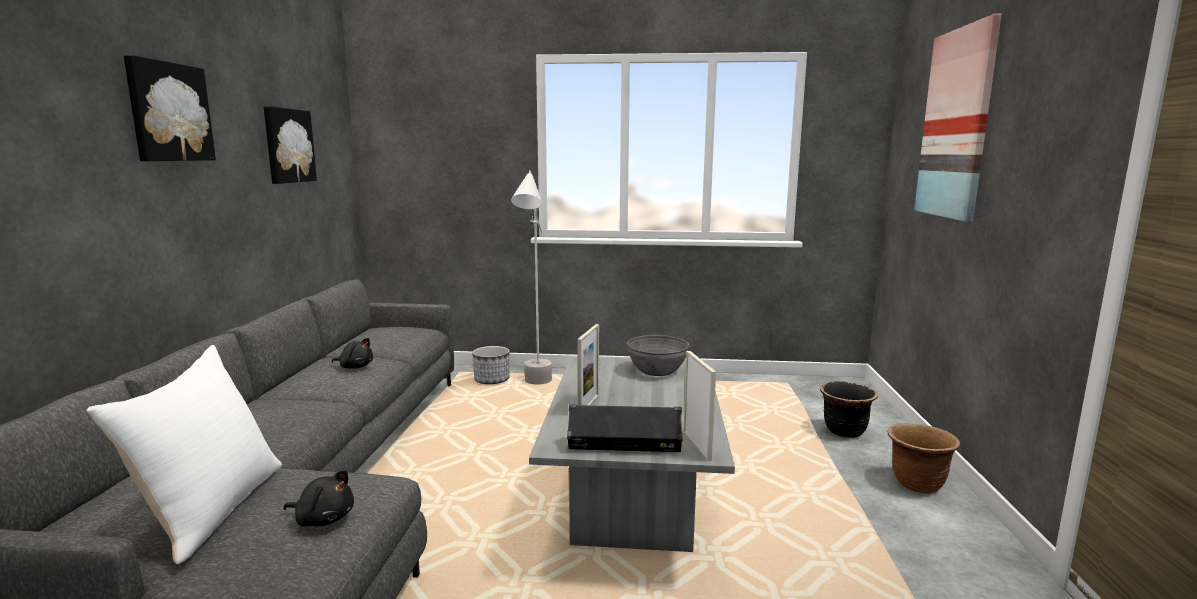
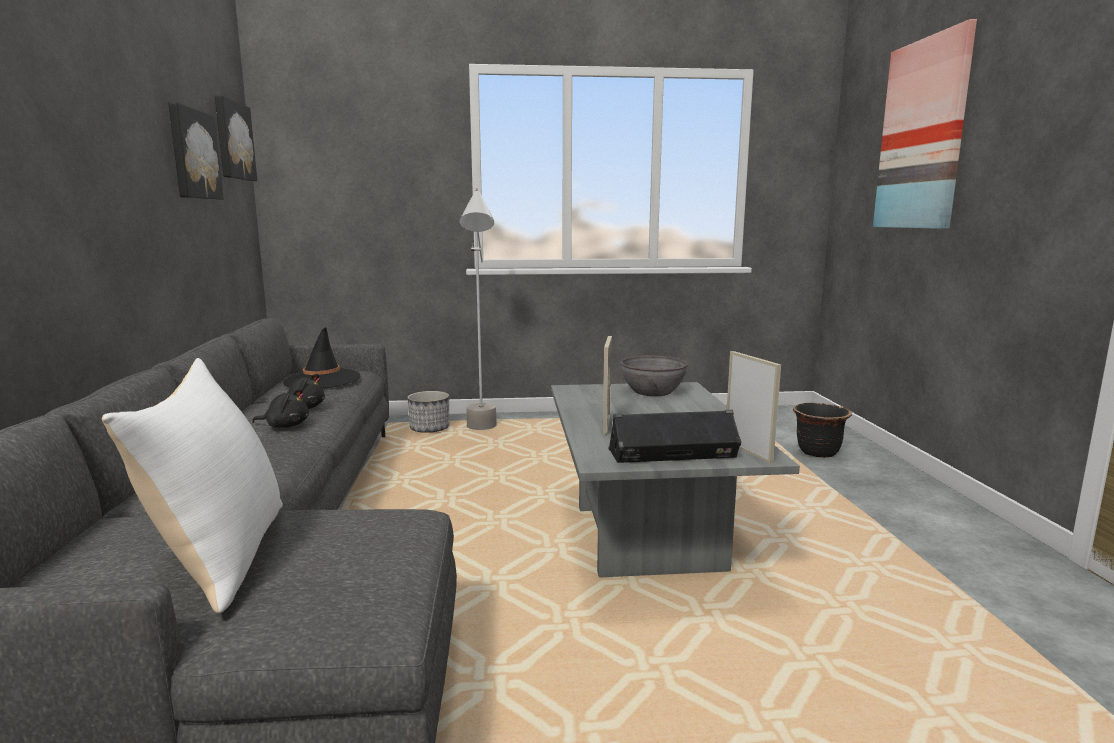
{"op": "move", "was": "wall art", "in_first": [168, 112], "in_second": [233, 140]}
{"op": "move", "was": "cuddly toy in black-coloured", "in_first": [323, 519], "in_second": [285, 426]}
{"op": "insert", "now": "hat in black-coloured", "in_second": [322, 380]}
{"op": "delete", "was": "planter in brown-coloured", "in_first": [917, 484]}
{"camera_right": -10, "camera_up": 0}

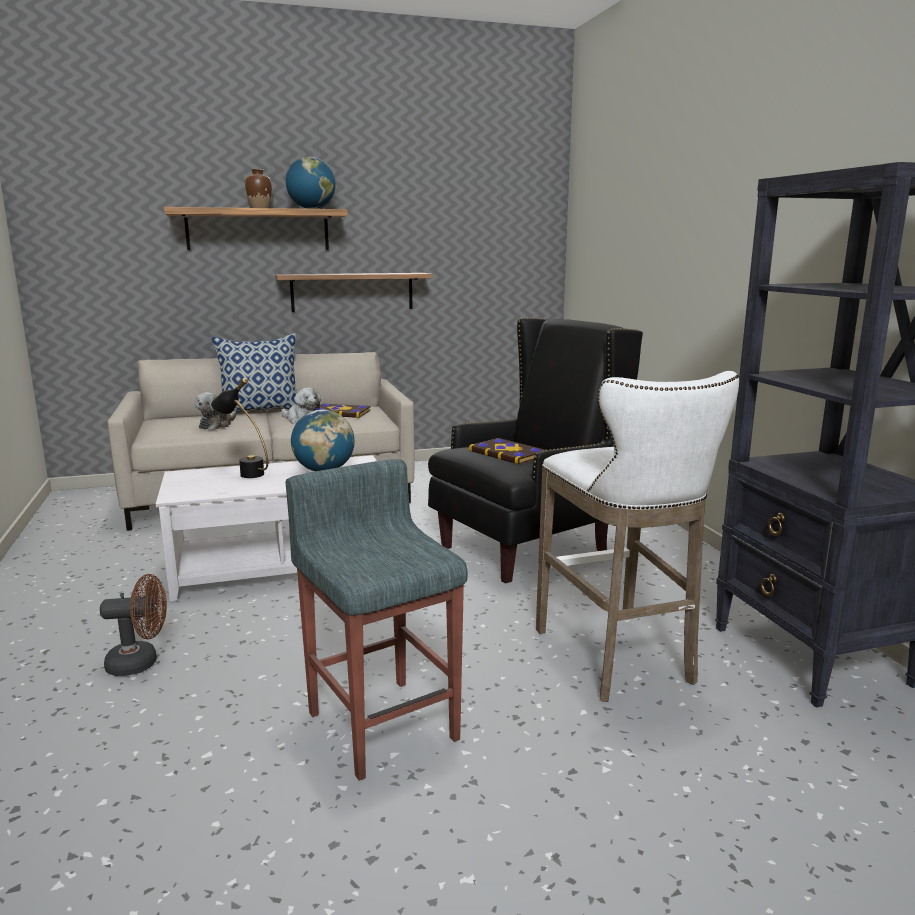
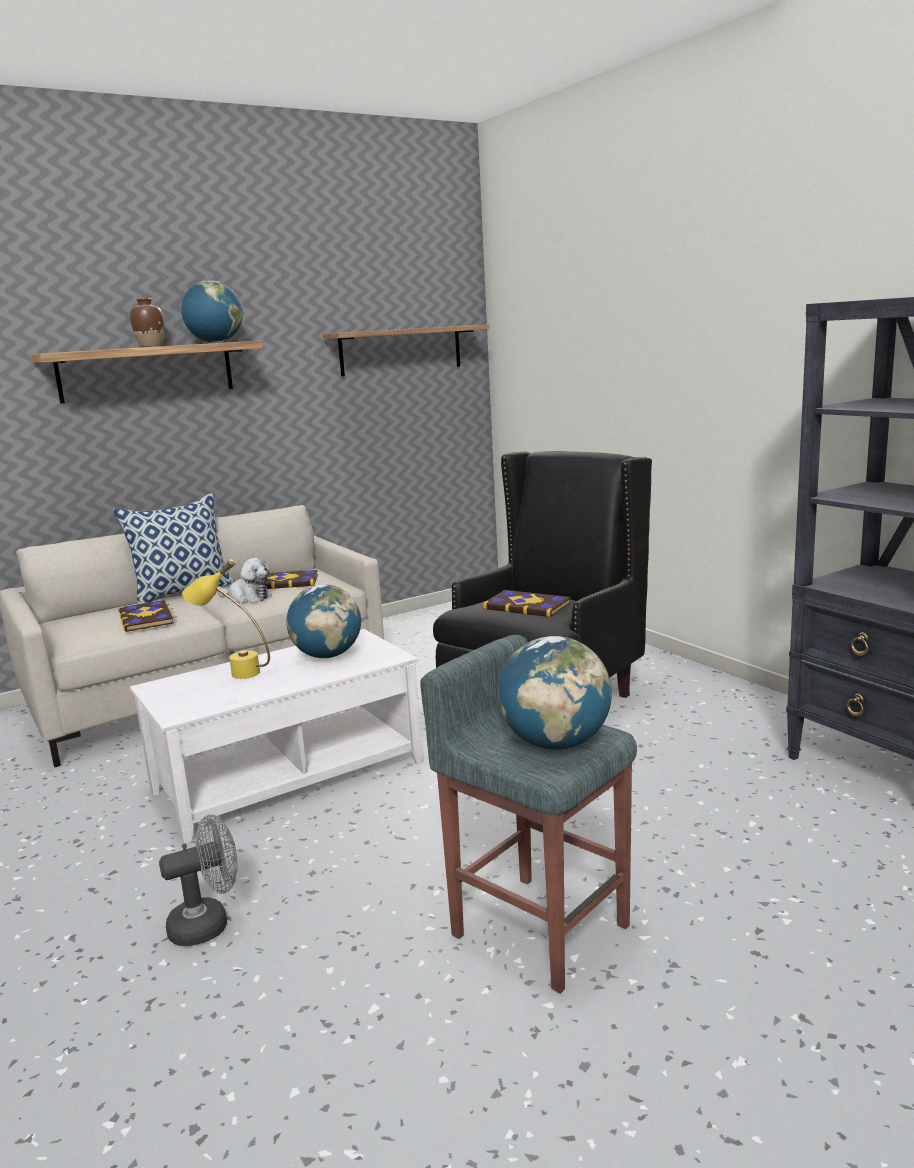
{"op": "replace", "was": "cuddly toy", "now": "book", "in_first": [216, 425], "in_second": [147, 618]}
{"op": "recolor", "was": "cooling fan in brown-coloured", "now": "cooling fan in gray", "in_first": [140, 663], "in_second": [208, 924]}
{"op": "recolor", "was": "lamp for a table in black-coloured", "now": "lamp for a table in yellowish", "in_first": [245, 472], "in_second": [234, 672]}
{"op": "move", "was": "bracket shelf", "in_first": [352, 292], "in_second": [401, 350]}
{"op": "insert", "now": "globe", "in_second": [556, 743]}
{"op": "delete", "was": "stool seat in whitish", "in_first": [618, 659]}
{"camera_right": -15, "camera_up": 0}

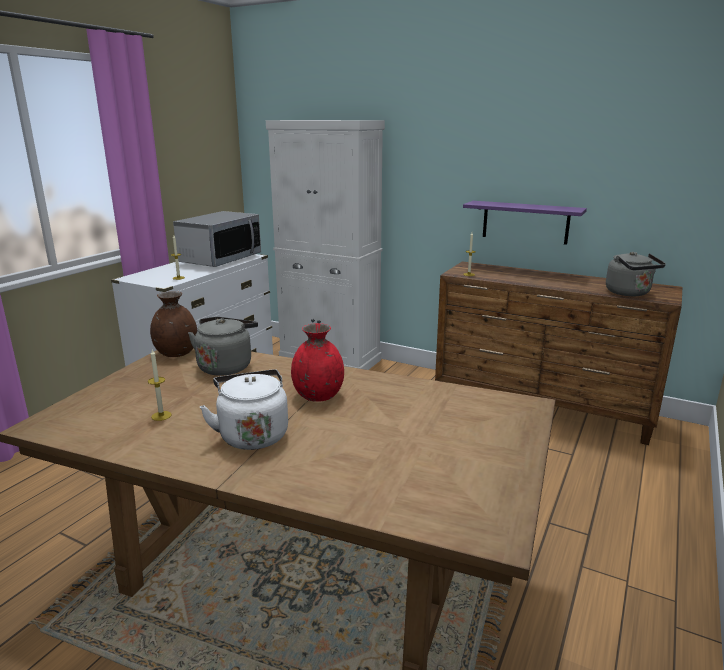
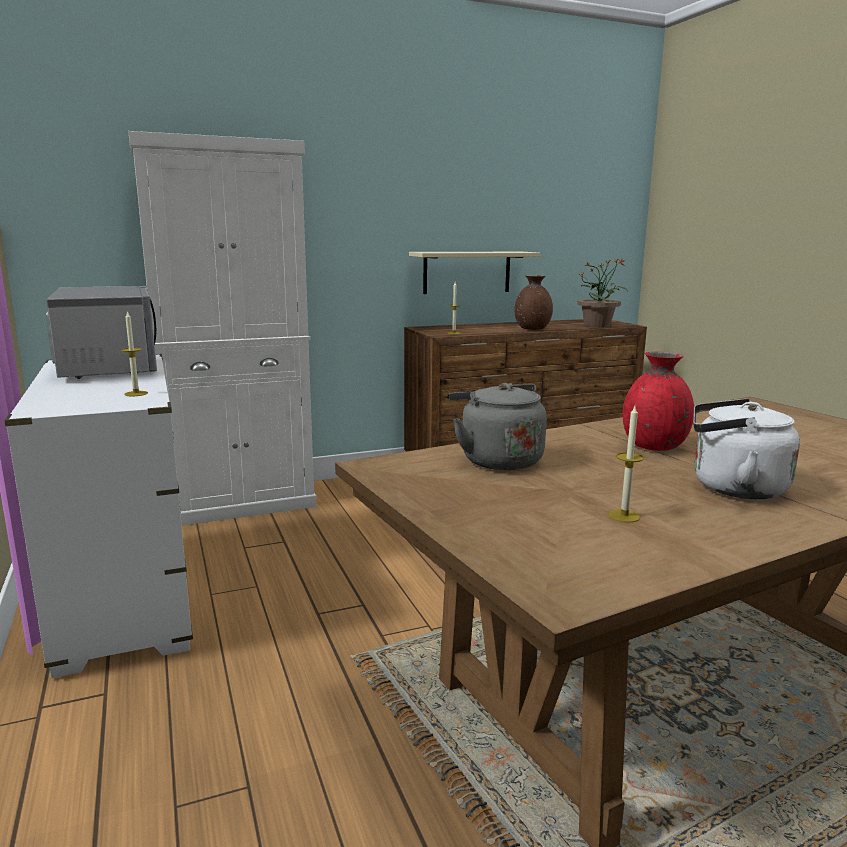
{"op": "recolor", "was": "bracket shelf in purple-coloured", "now": "bracket shelf in beige-coloured", "in_first": [525, 222], "in_second": [467, 272]}
{"op": "move", "was": "vase in brown-coloured", "in_first": [176, 353], "in_second": [532, 329]}
{"op": "replace", "was": "water kettle in gray", "now": "houseplant", "in_first": [629, 293], "in_second": [597, 325]}
{"camera_right": -50, "camera_up": -5}

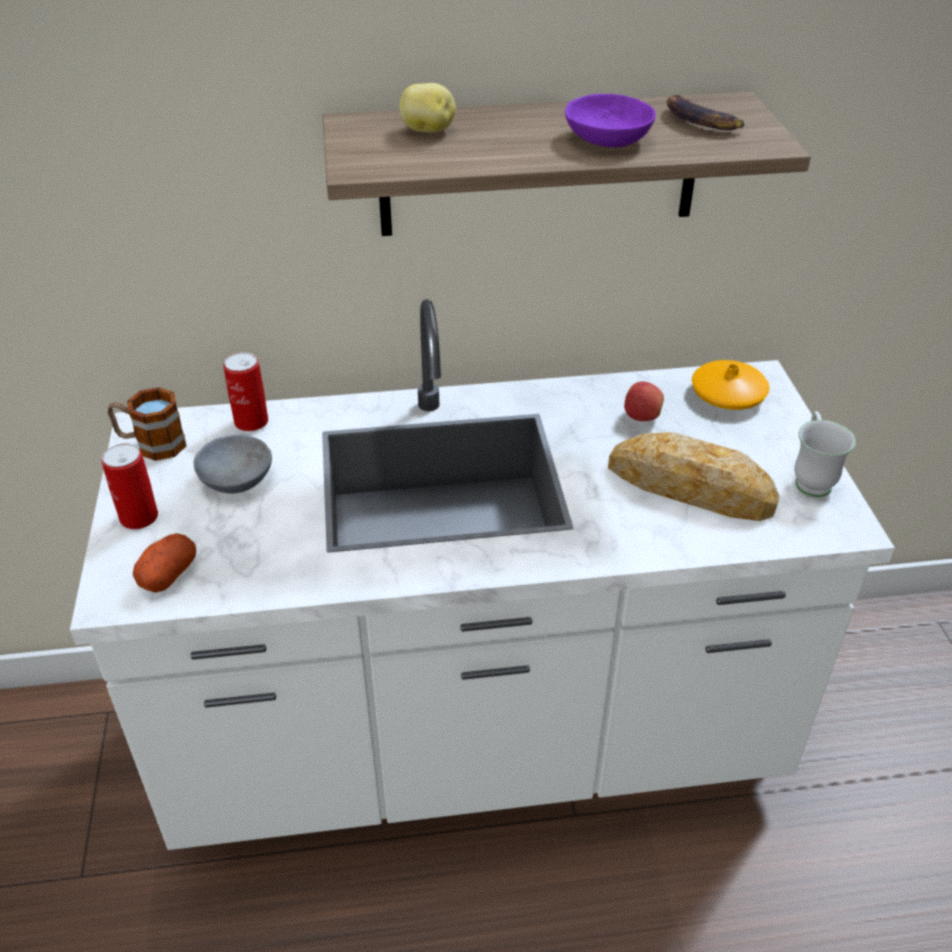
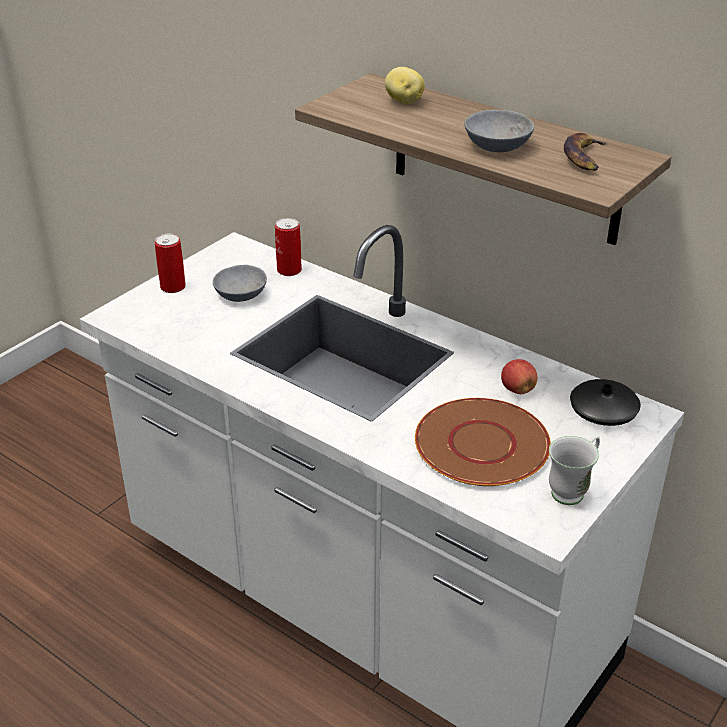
{"op": "replace", "was": "baked bread", "now": "flat dish in brown-coloured", "in_first": [690, 486], "in_second": [481, 444]}
{"op": "recolor", "was": "bowl in purple-coloured", "now": "bowl in gray", "in_first": [605, 139], "in_second": [494, 144]}
{"op": "recolor", "was": "vase in orange-coloured", "now": "vase in black-coloured", "in_first": [728, 394], "in_second": [603, 411]}
{"op": "delete", "was": "tea mug", "in_first": [151, 444]}
{"op": "delete", "was": "potato", "in_first": [168, 574]}
{"camera_right": 45, "camera_up": -5}

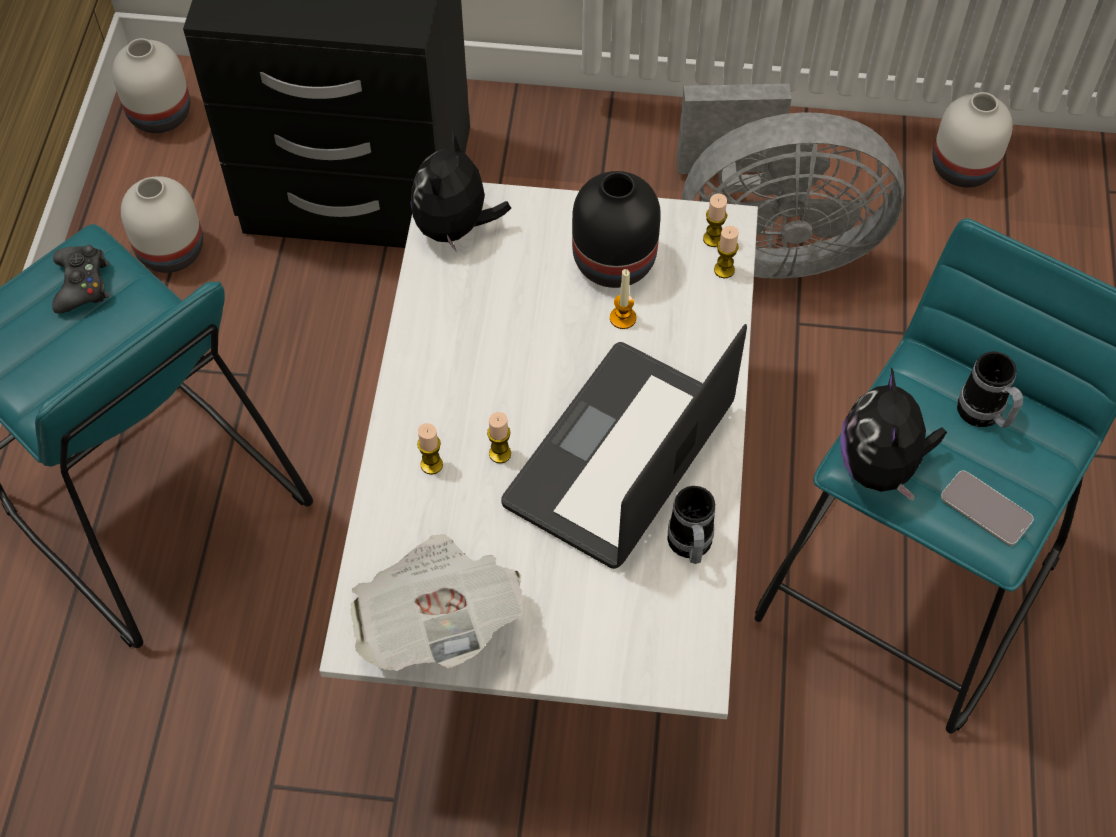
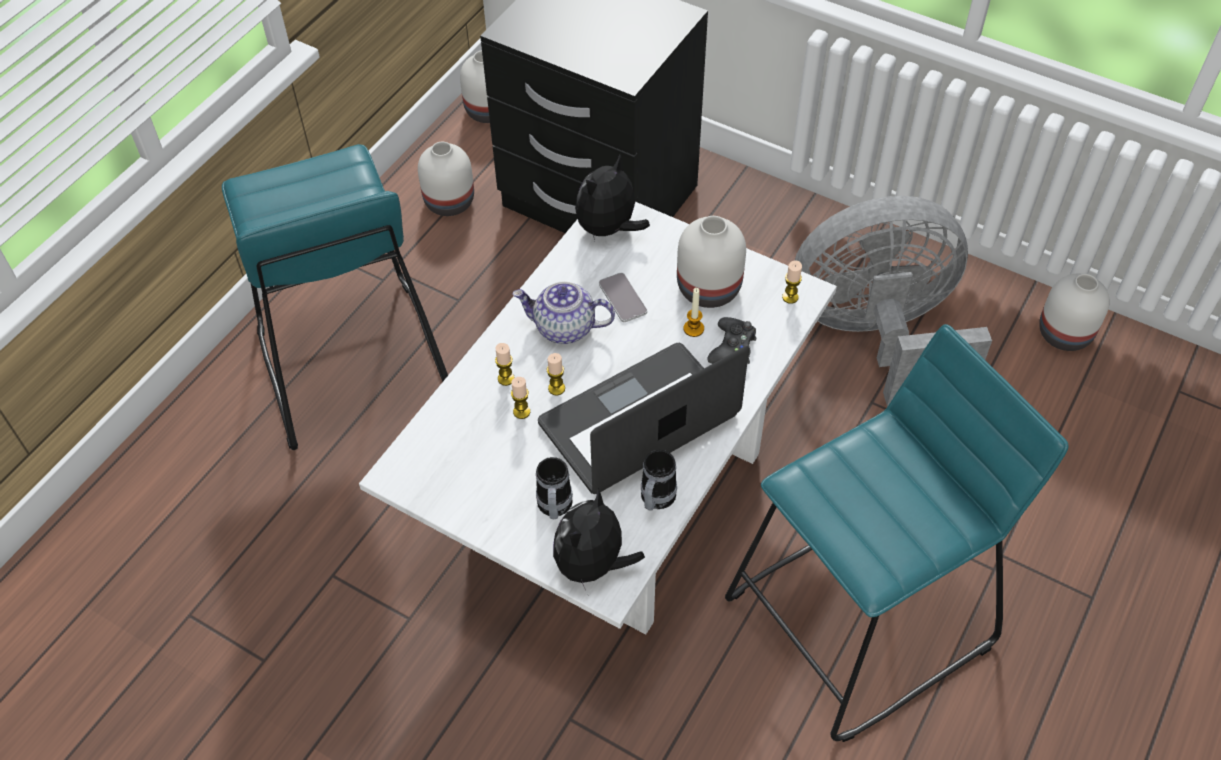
{"op": "move", "was": "wax light", "in_first": [724, 270], "in_second": [521, 412]}
{"op": "insert", "now": "teapot", "in_second": [564, 328]}
{"op": "move", "was": "tea mug", "in_first": [983, 416], "in_second": [554, 508]}
{"op": "move", "was": "cuddly toy", "in_first": [880, 467], "in_second": [593, 565]}
{"op": "move", "was": "telephone", "in_first": [986, 509], "in_second": [622, 298]}
{"op": "recolor", "was": "vase in black-coloured", "now": "vase in whitish", "in_first": [616, 261], "in_second": [710, 289]}
{"op": "move", "was": "gamepad in black-coloured", "in_first": [82, 284], "in_second": [732, 348]}
{"op": "rotate", "was": "cooling fan in gray", "in_first": [768, 244], "in_second": [878, 338], "clockwise": 150}
{"op": "delete", "was": "newspaper", "in_first": [437, 620]}
{"camera_right": 25, "camera_up": -5}

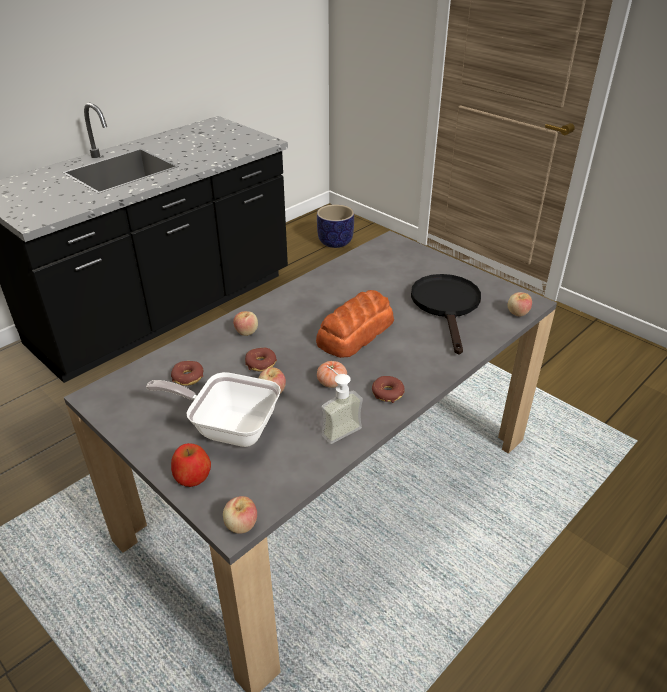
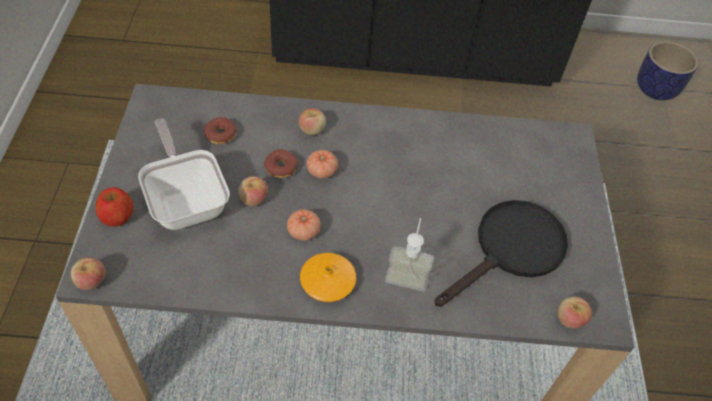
{"op": "replace", "was": "donut", "now": "vase in orange-coloured", "in_first": [387, 393], "in_second": [327, 281]}
{"op": "insert", "now": "fresh tomato", "in_second": [322, 171]}
{"op": "move", "was": "liquid soap bottle", "in_first": [336, 427], "in_second": [408, 273]}
{"op": "delete", "was": "baked bread", "in_first": [354, 333]}
{"camera_right": 45, "camera_up": 15}

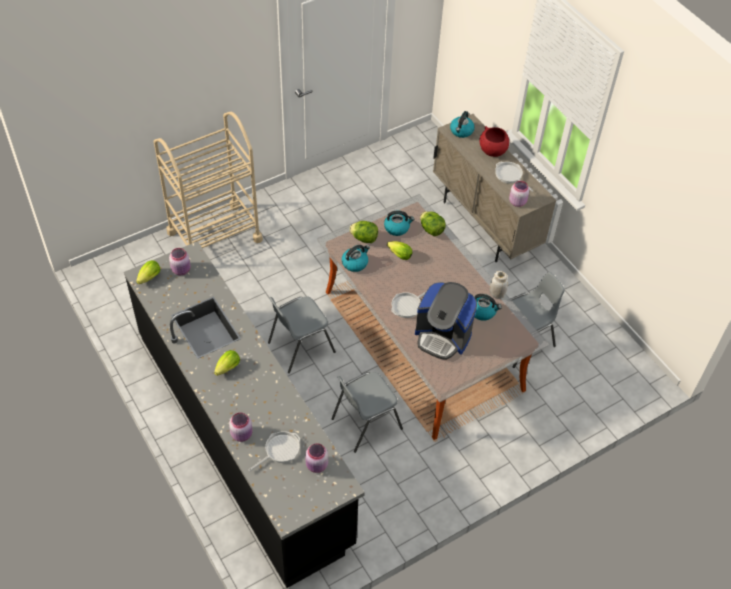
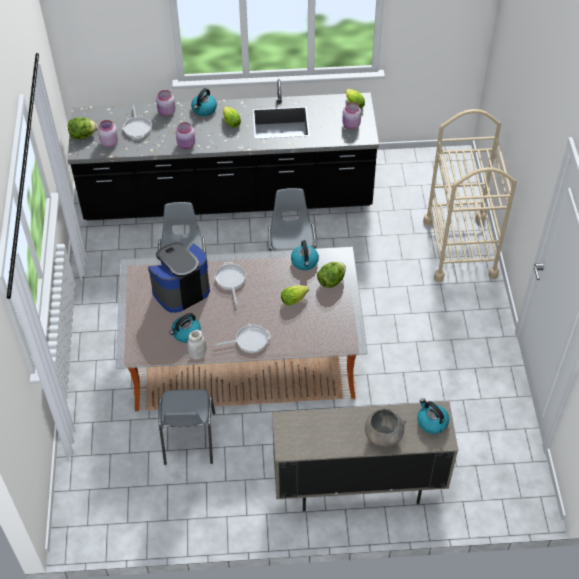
{"op": "move", "was": "head of lettuce", "in_first": [431, 230], "in_second": [83, 135]}
{"op": "move", "was": "jar in pink-coloured", "in_first": [517, 201], "in_second": [186, 145]}
{"op": "move", "was": "water kettle", "in_first": [397, 228], "in_second": [204, 109]}
{"op": "move", "was": "frying pan", "in_first": [510, 175], "in_second": [249, 340]}
{"op": "recolor", "was": "bowl in red", "now": "bowl in gray", "in_first": [492, 151], "in_second": [383, 437]}
{"camera_right": 120, "camera_up": 0}

